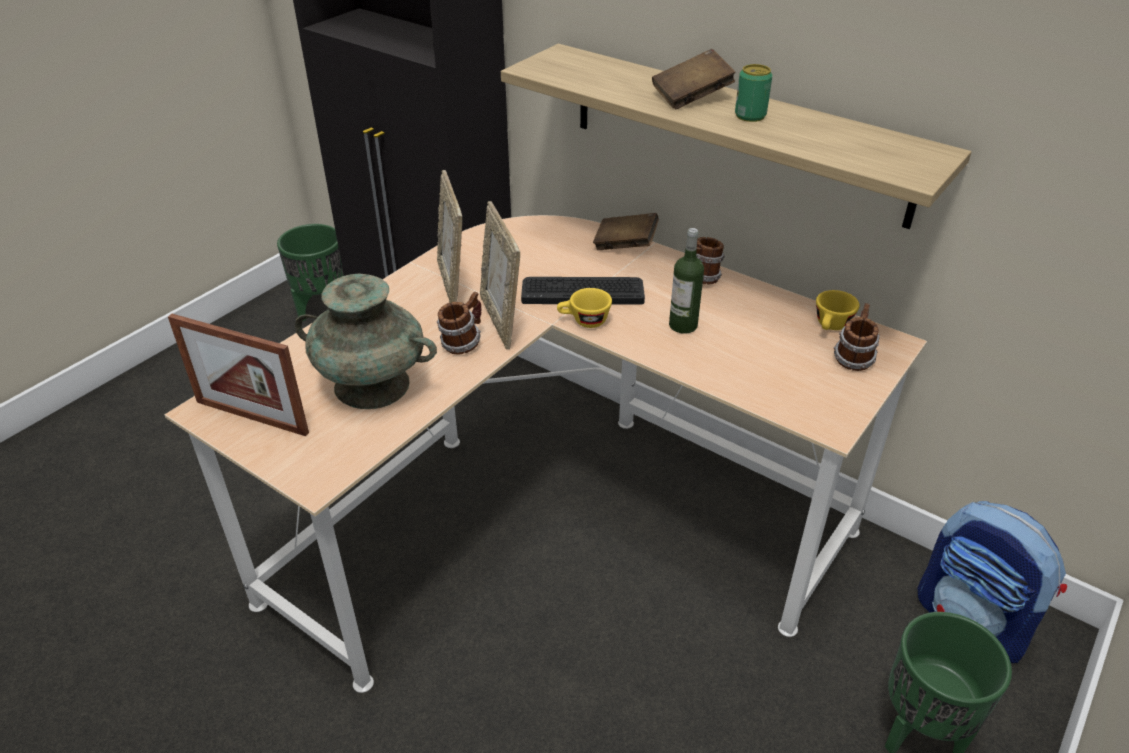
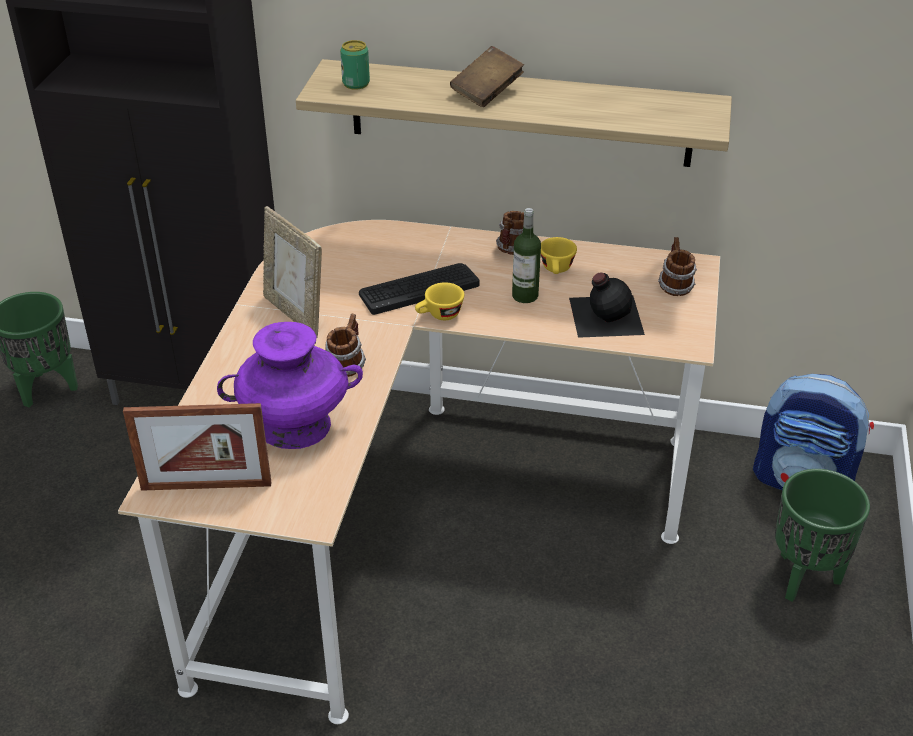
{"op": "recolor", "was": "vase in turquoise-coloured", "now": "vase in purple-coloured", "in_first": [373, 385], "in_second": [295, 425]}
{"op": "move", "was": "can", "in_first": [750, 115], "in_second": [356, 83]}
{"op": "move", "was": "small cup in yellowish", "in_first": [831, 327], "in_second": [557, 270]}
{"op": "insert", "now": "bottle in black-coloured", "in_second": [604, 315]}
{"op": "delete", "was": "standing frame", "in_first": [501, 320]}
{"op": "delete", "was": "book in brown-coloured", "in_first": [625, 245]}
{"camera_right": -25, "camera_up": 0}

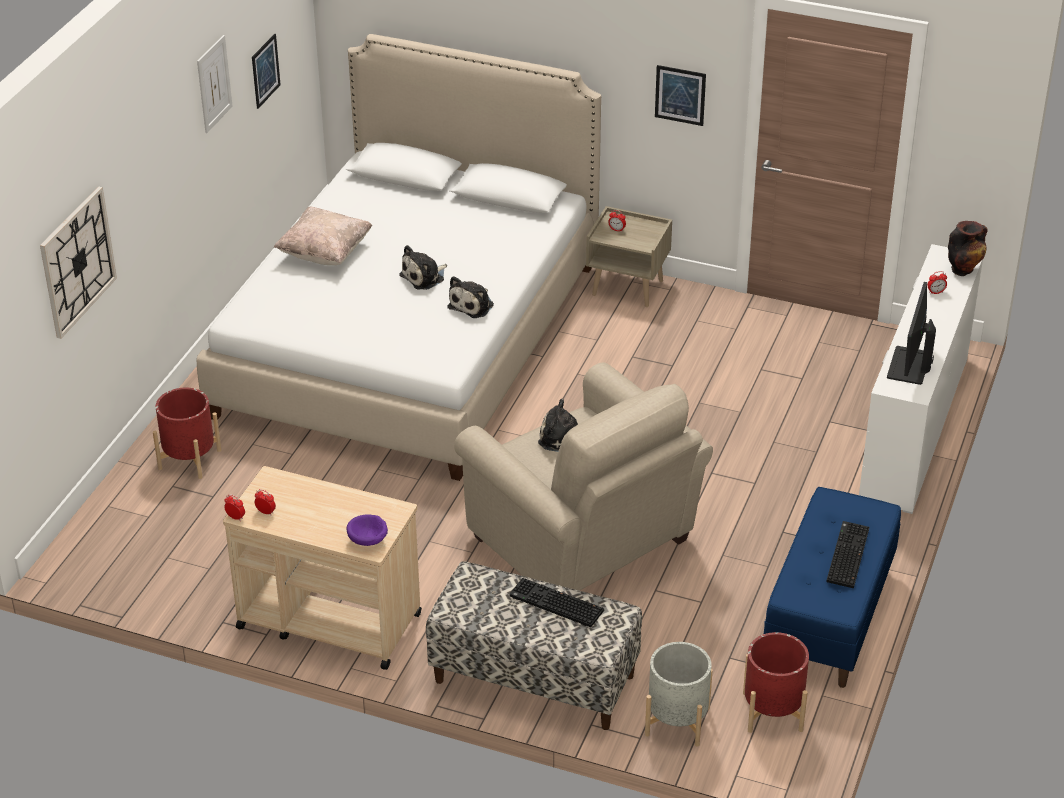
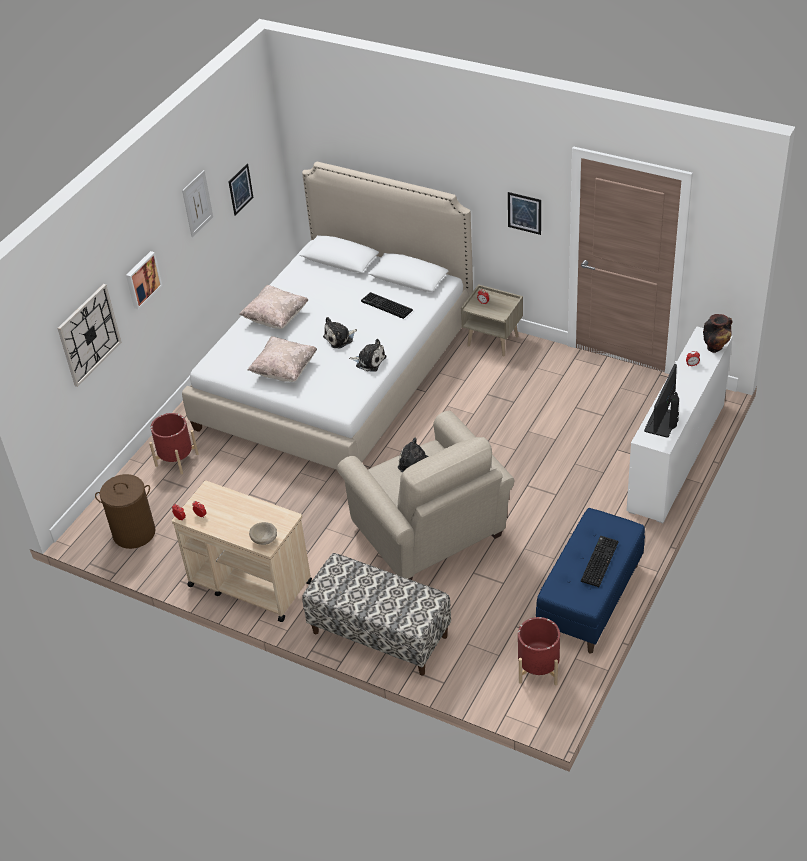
{"op": "insert", "now": "hamper in brown-coloured", "in_second": [134, 533]}
{"op": "insert", "now": "wall art", "in_second": [142, 279]}
{"op": "insert", "now": "pillow in beige-coloured", "in_second": [284, 370]}
{"op": "recolor", "was": "bowl in purple-coloured", "now": "bowl in beige-coloured", "in_first": [368, 541], "in_second": [264, 540]}
{"op": "rotate", "was": "cuddly toy", "in_first": [473, 305], "in_second": [369, 361], "clockwise": -105}
{"op": "move", "was": "computer keyboard", "in_first": [554, 604], "in_second": [385, 306]}
{"op": "delete", "was": "planter in gray", "in_first": [677, 721]}
{"camera_right": 10, "camera_up": 5}

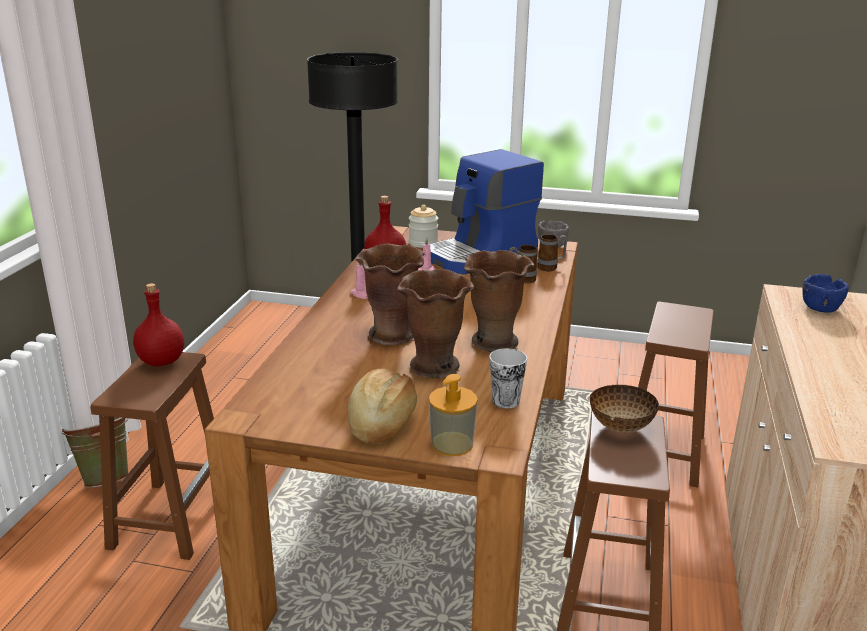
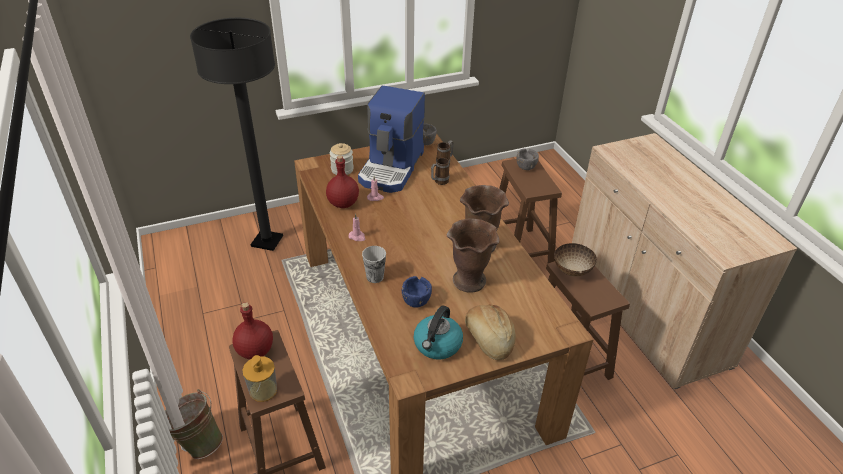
{"op": "move", "was": "liquid soap bottle", "in_first": [452, 444], "in_second": [263, 390]}
{"op": "move", "was": "small cup", "in_first": [505, 401], "in_second": [375, 277]}
{"op": "move", "was": "bowl in bluish", "in_first": [820, 308], "in_second": [416, 301]}
{"op": "insert", "now": "water kettle", "in_second": [437, 345]}
{"op": "insert", "now": "bowl in gray", "in_second": [526, 167]}
{"op": "delete", "was": "vase in brown-coloured", "in_first": [391, 335]}
{"camera_right": -35, "camera_up": 15}

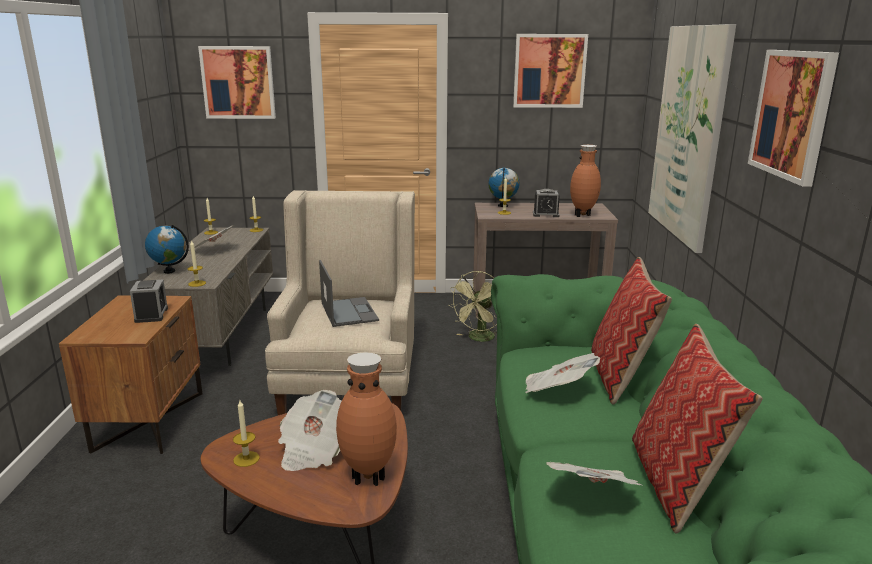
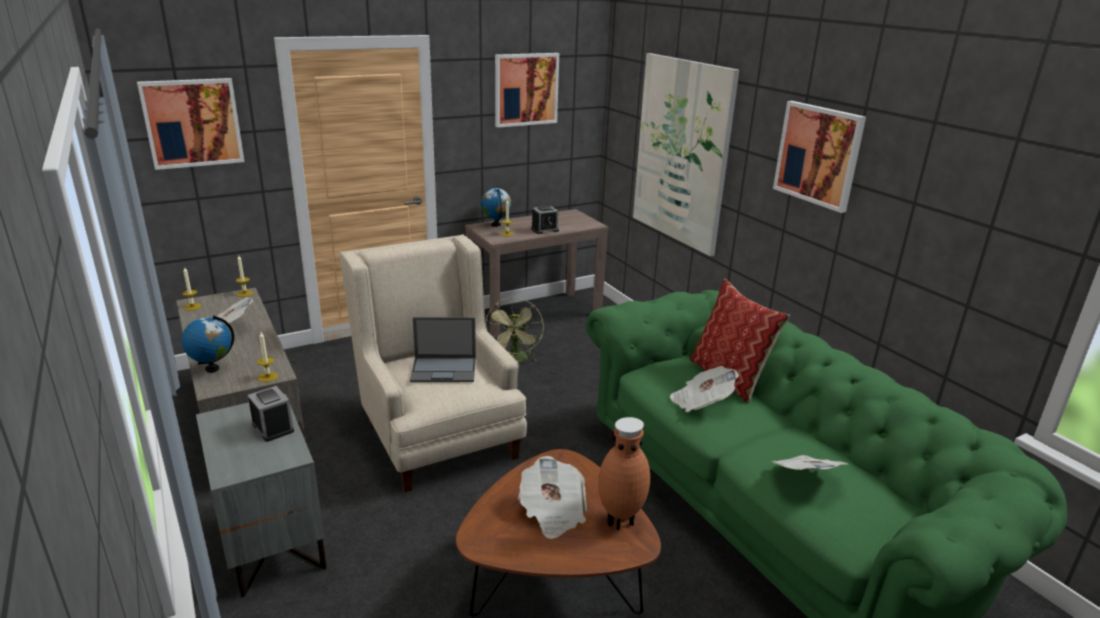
{"op": "recolor", "was": "nightstand in brown-coloured", "now": "nightstand in gray", "in_first": [148, 421], "in_second": [270, 541]}
{"op": "rotate", "was": "portable computer", "in_first": [348, 312], "in_second": [444, 370], "clockwise": 135}
{"op": "delete", "was": "wax light", "in_first": [246, 459]}
{"op": "delete", "was": "vase in brown-coloured", "in_first": [583, 215]}
{"op": "delete", "was": "pillow", "in_first": [676, 483]}
{"camera_right": -30, "camera_up": 5}

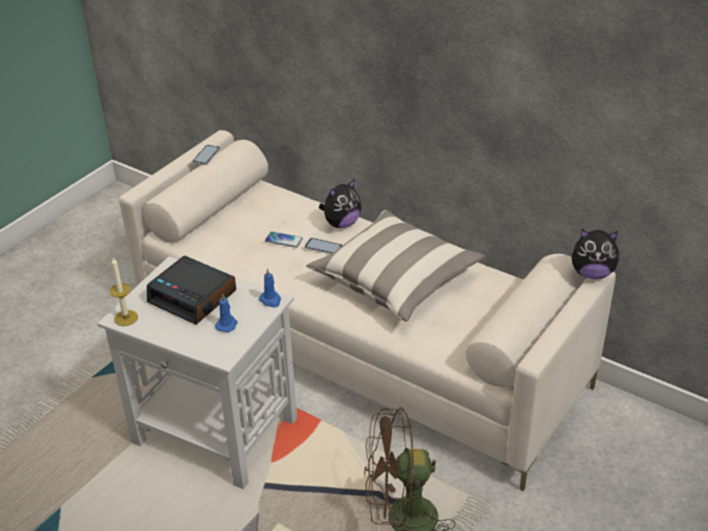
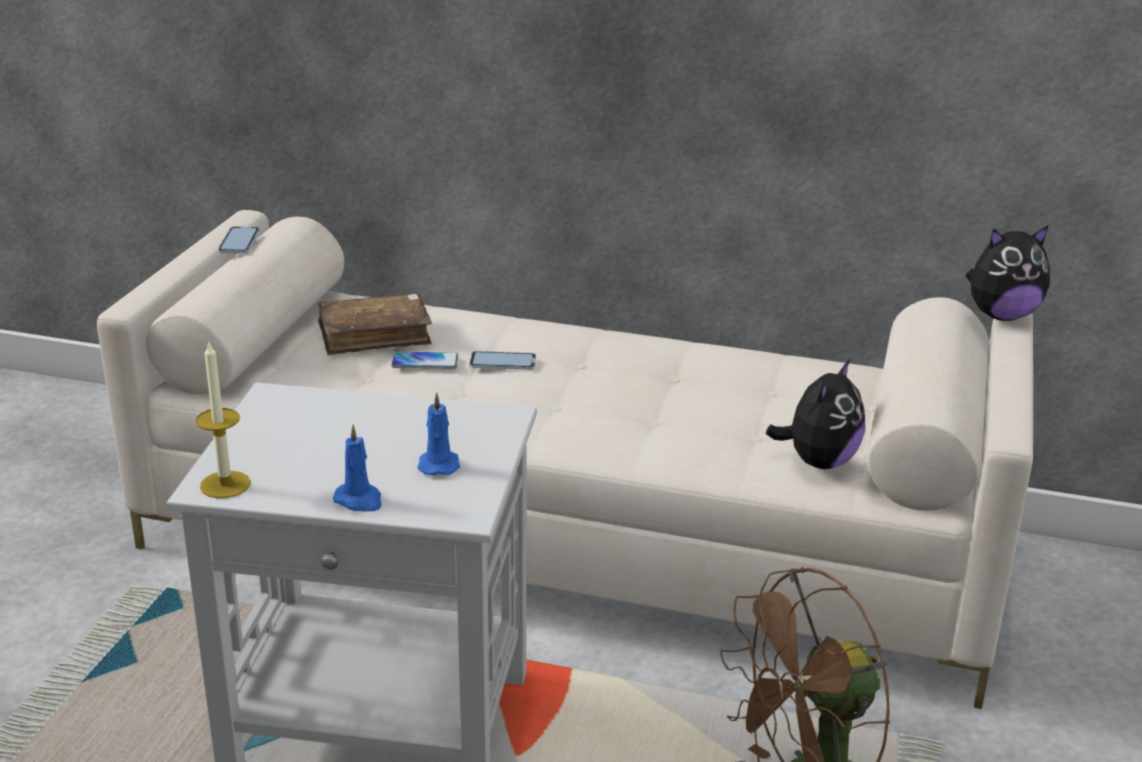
{"op": "insert", "now": "book in brown-coloured", "in_second": [374, 335]}
{"op": "move", "was": "wax light in bluish", "in_first": [270, 300], "in_second": [359, 500]}
{"op": "move", "was": "cuddly toy", "in_first": [341, 224], "in_second": [818, 462]}
{"op": "delete", "was": "alarm clock", "in_first": [193, 297]}
{"op": "delete", "was": "pillow", "in_first": [395, 280]}
{"camera_right": -20, "camera_up": -10}

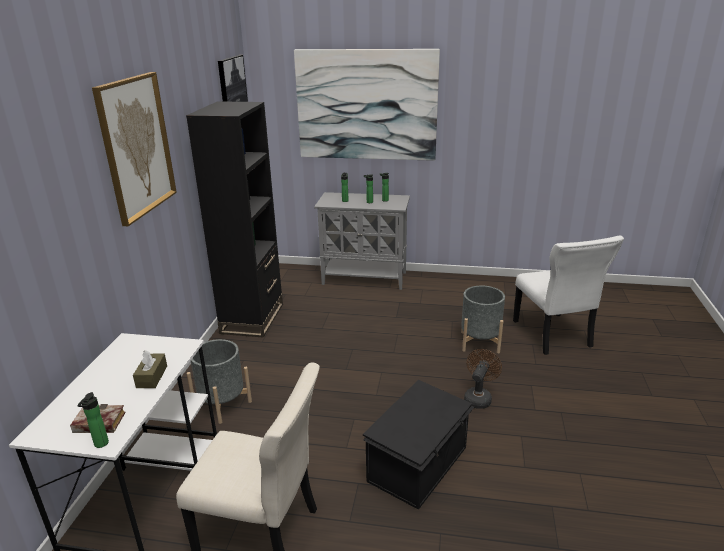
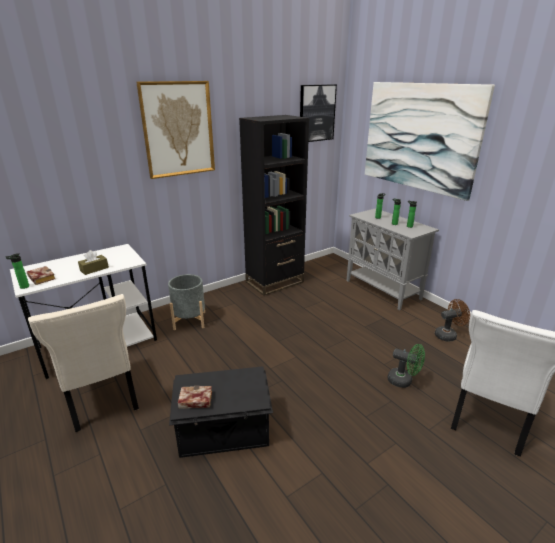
{"op": "insert", "now": "book", "in_second": [194, 401]}
{"op": "replace", "was": "planter in gray", "now": "cooling fan in green-coloured", "in_first": [480, 342], "in_second": [403, 381]}
{"op": "move", "was": "cooling fan in brown-coloured", "in_first": [478, 397], "in_second": [448, 335]}
{"camera_right": 45, "camera_up": 0}

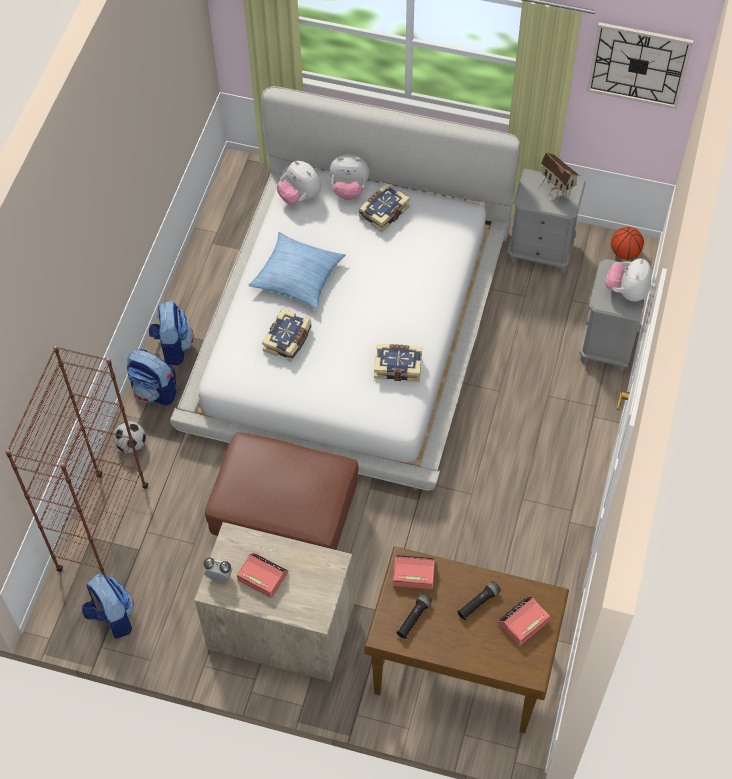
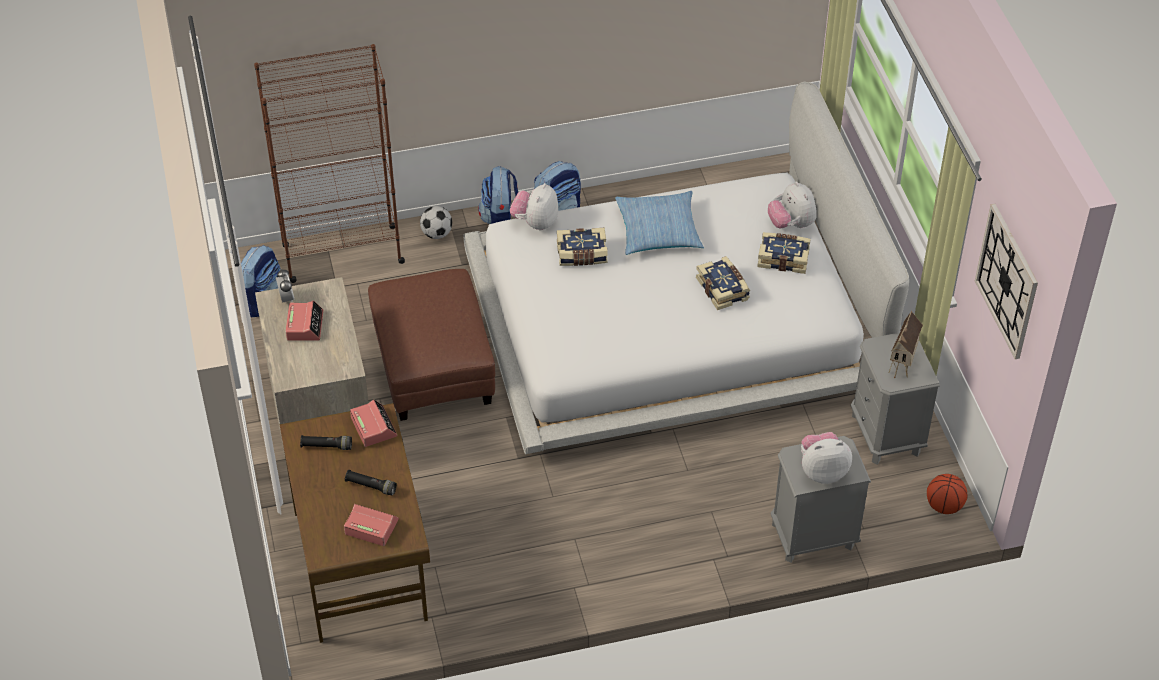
{"op": "move", "was": "cuddly toy", "in_first": [300, 196], "in_second": [535, 222]}
{"op": "move", "was": "book", "in_first": [398, 366], "in_second": [723, 289]}
{"camera_right": 60, "camera_up": -10}

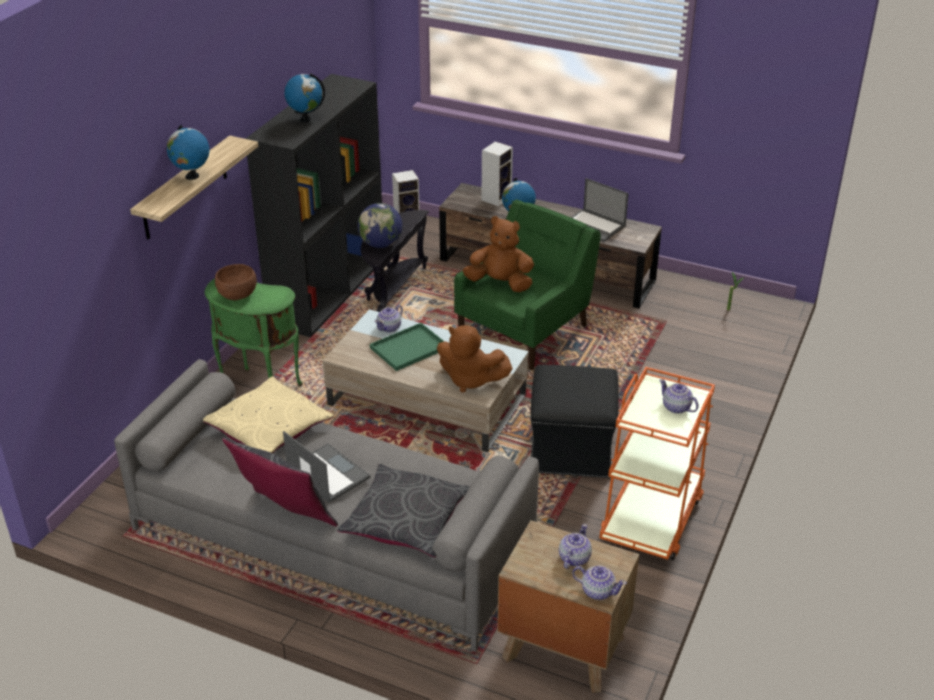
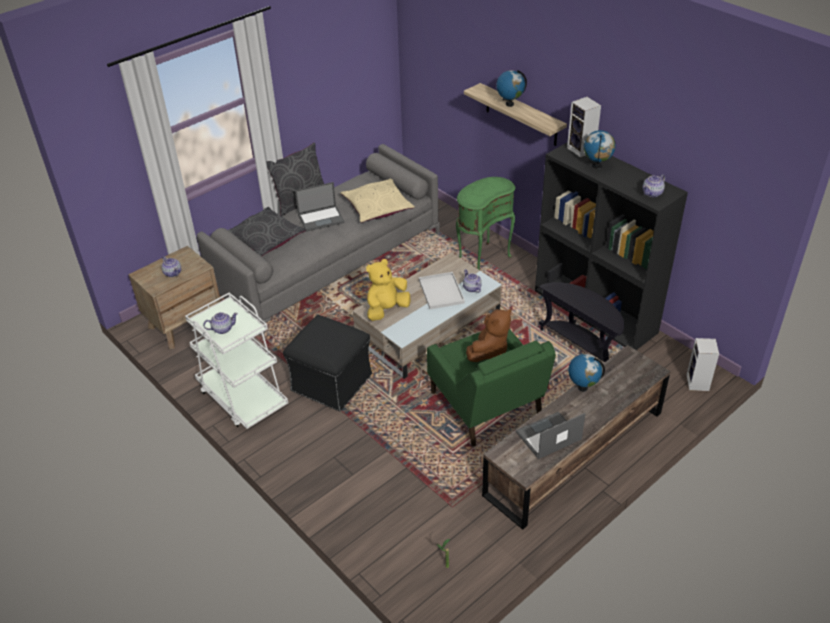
{"op": "recolor", "was": "cart in orange-coloured", "now": "cart in whitish", "in_first": [651, 517], "in_second": [242, 398]}
{"op": "recolor", "was": "cuddly toy in brown-coloured", "now": "cuddly toy in yellowish", "in_first": [470, 380], "in_second": [387, 310]}
{"op": "recolor", "was": "serving tray in green-coloured", "now": "serving tray in whitish", "in_first": [408, 349], "in_second": [440, 291]}
{"op": "move", "was": "loudspeaker", "in_first": [496, 198], "in_second": [582, 150]}
{"op": "move", "was": "teapot", "in_first": [597, 591], "in_second": [652, 193]}
{"op": "delete", "was": "bowl in brown-coloured", "in_first": [238, 294]}
{"op": "delete", "was": "globe", "in_first": [381, 244]}
{"camera_right": 115, "camera_up": 5}

